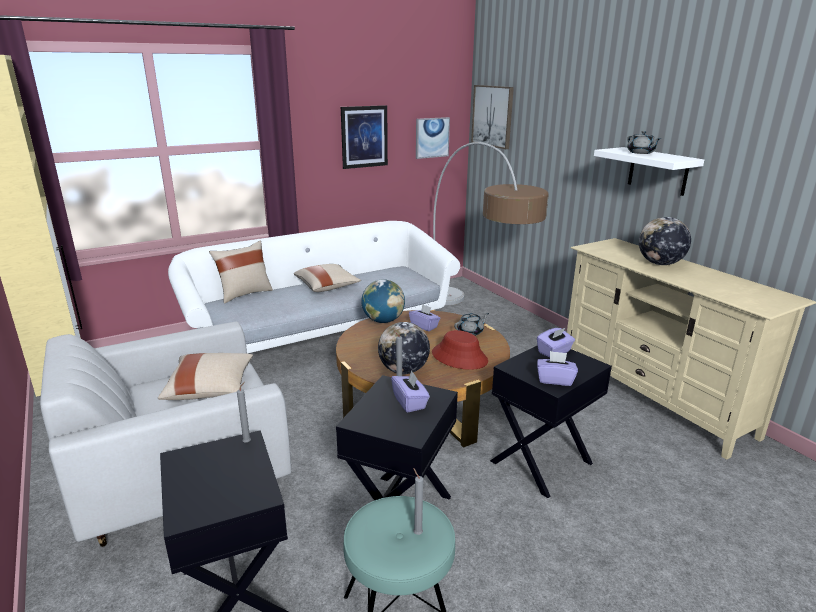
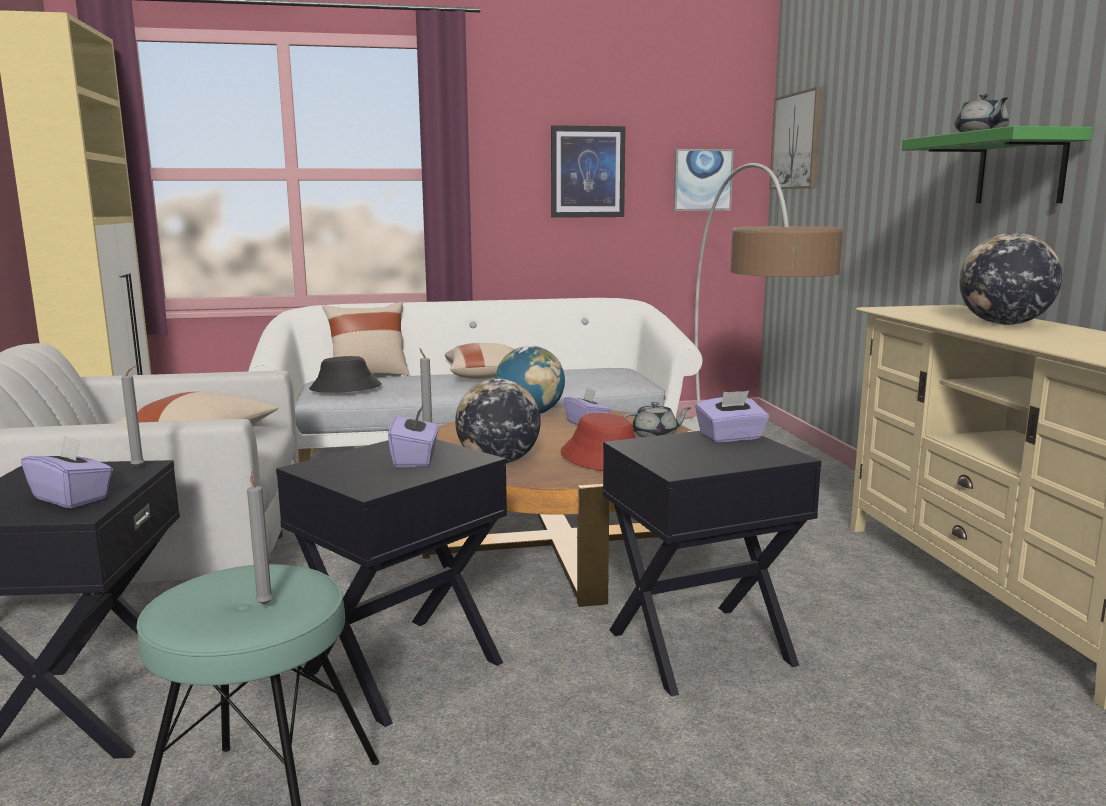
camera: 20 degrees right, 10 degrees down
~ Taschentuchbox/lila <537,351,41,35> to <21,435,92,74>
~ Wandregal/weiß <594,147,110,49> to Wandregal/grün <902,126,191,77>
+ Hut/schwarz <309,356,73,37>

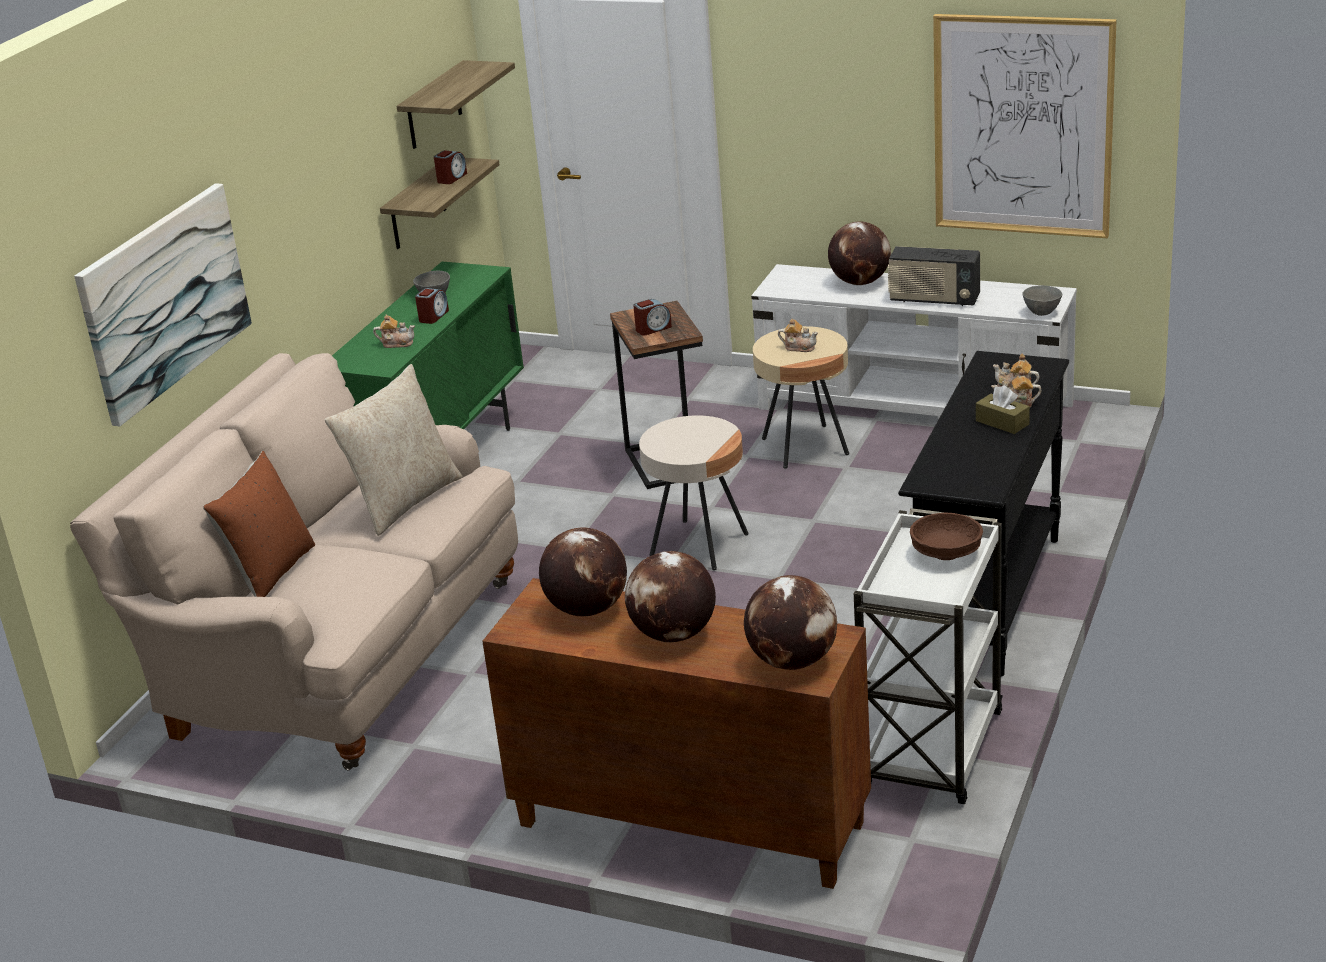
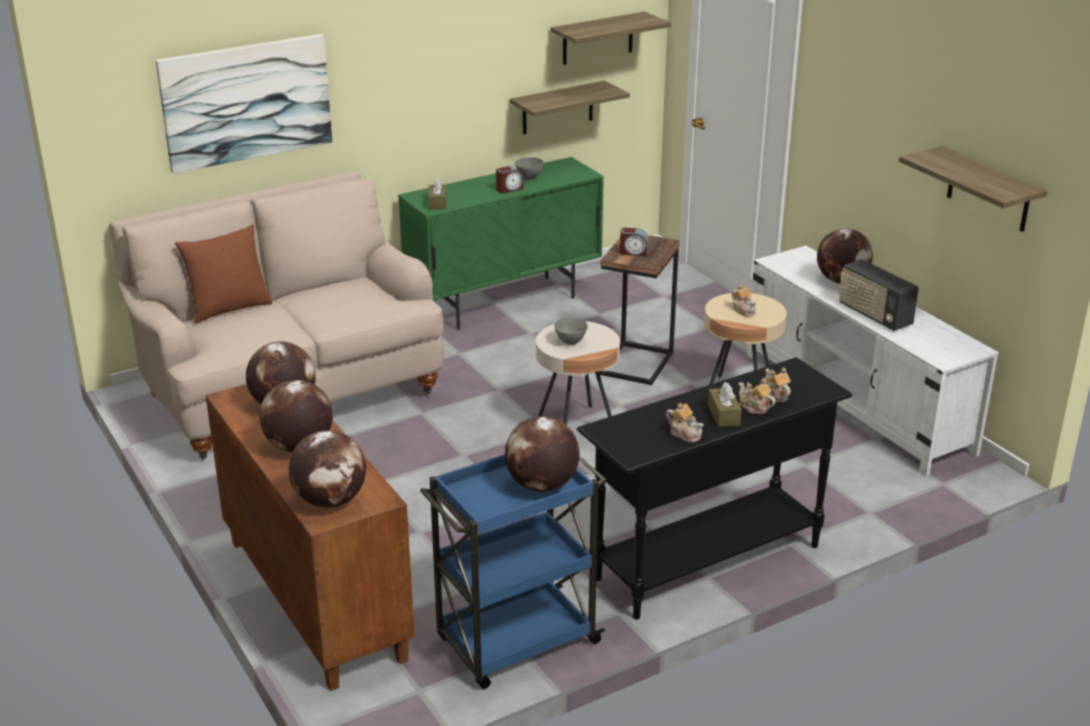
camera: 35 degrees right, 0 degrees up
- Kissen/beige <325,364,137,172>
~ Teekanne <373,314,42,34> to <666,403,38,39>
- Wecker <434,150,33,34>
~ Rollwagen/weiß <854,508,149,296> to Rollwagen/blau <420,454,187,235>
~ Schüssel/braun <910,512,73,48> to Globus <505,416,75,76>
~ Bild <933,14,184,224> to Wandregal <899,146,148,86>
~ Schüssel/grau <1022,285,40,31> to <554,317,34,28>
+ Taschentuchbox/braun <429,178,17,32>

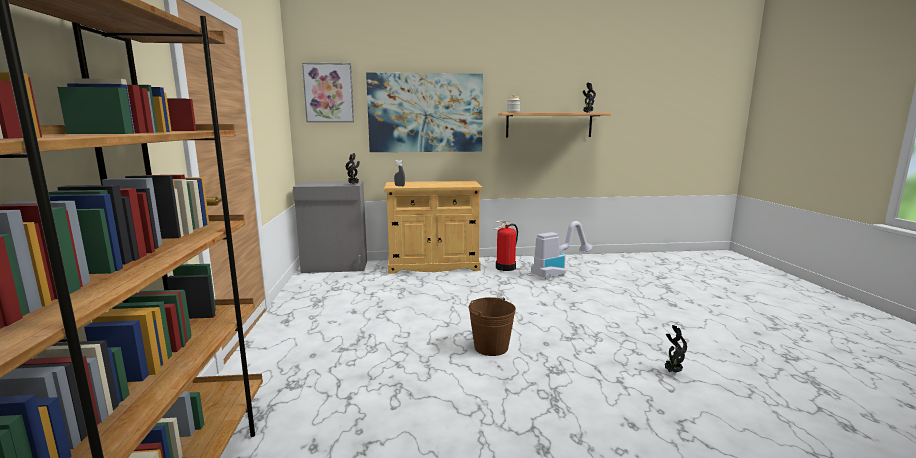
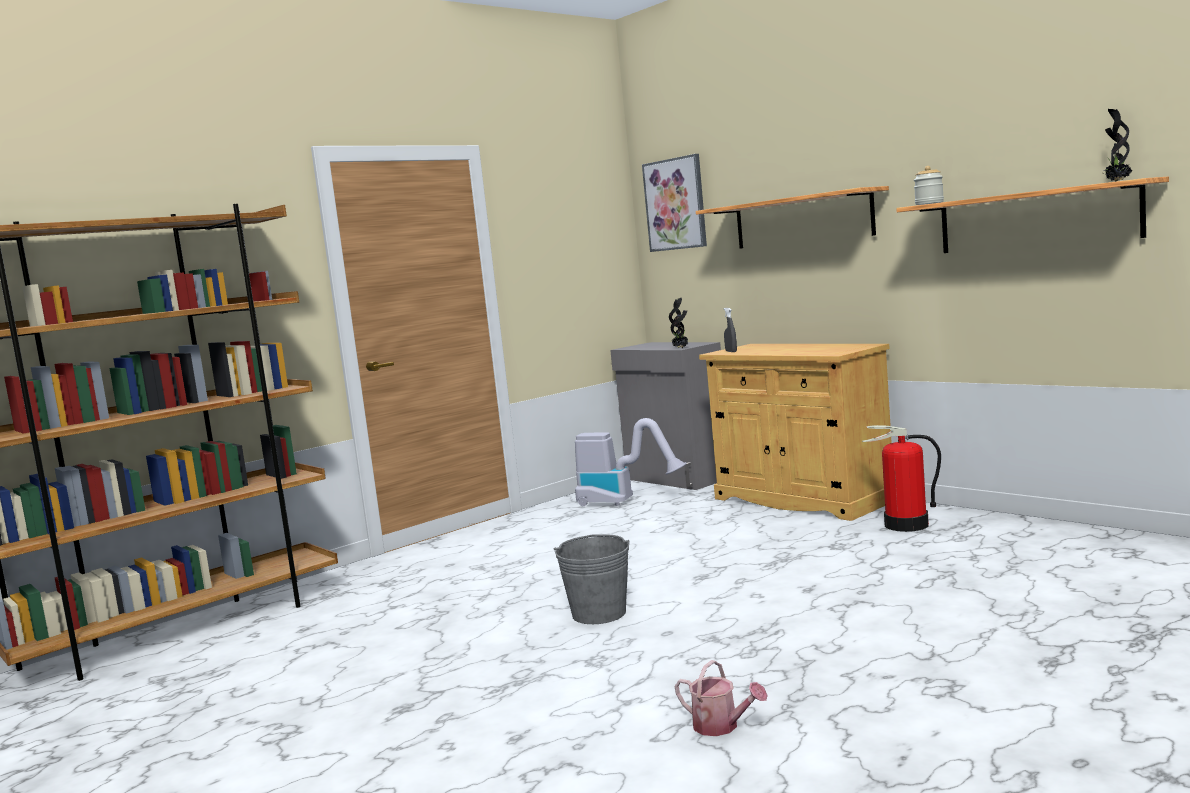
camera: 55 degrees right, 5 degrees down
~ Bild <366,73,117,79> to Wandregal <696,186,193,63>
~ Eimer/braun <469,297,47,59> to Eimer/grau <554,534,76,90>
~ Staubsauger <531,221,61,59> to <575,418,112,88>
~ Topfpflanze <665,325,22,48> to Gießkanne <675,660,93,76>

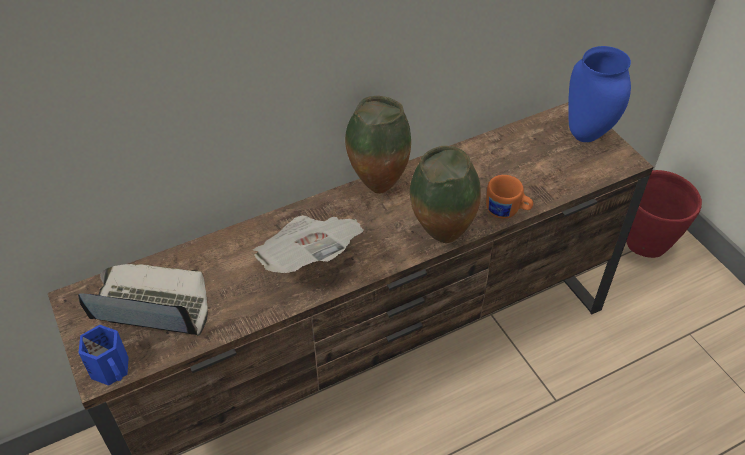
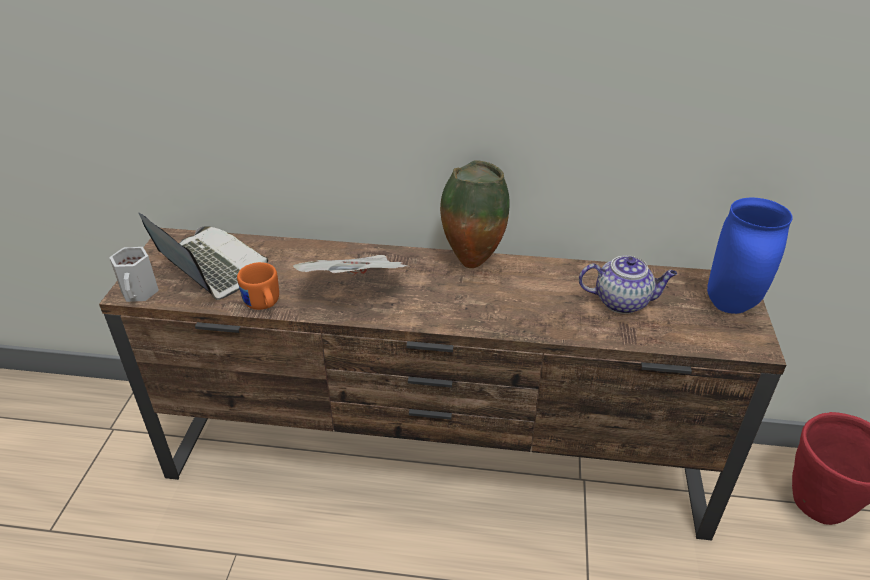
camera: 35 degrees right, 10 degrees down
~ Henkelbecher/blau <78,325,51,61> to Henkelbecher/weiß <109,247,50,55>
- Vase <410,146,71,97>
~ Henkelbecher/orange <486,175,47,43> to <237,262,42,48>
+ Teekanne <579,255,98,59>

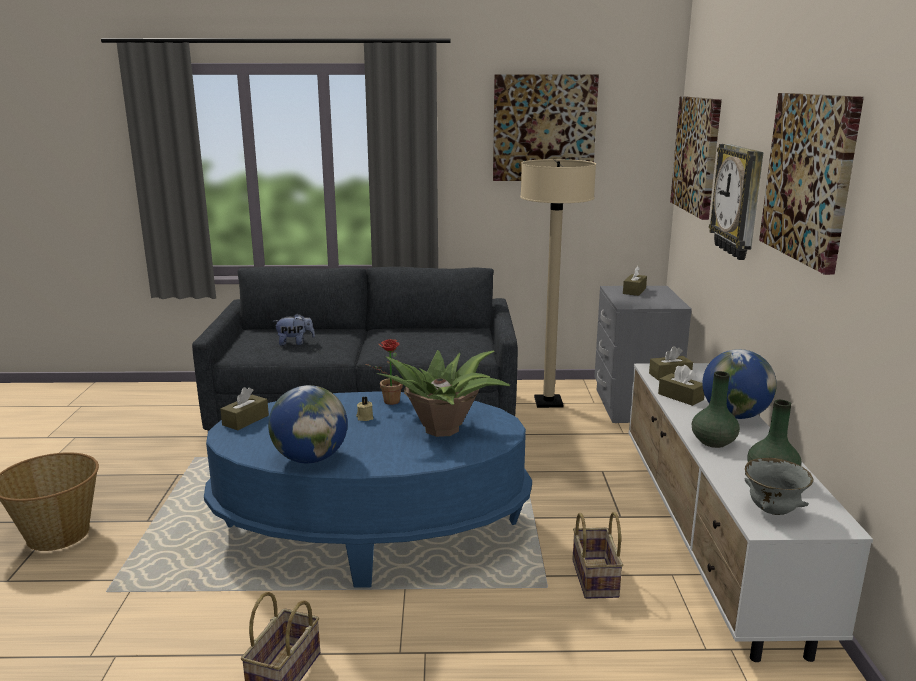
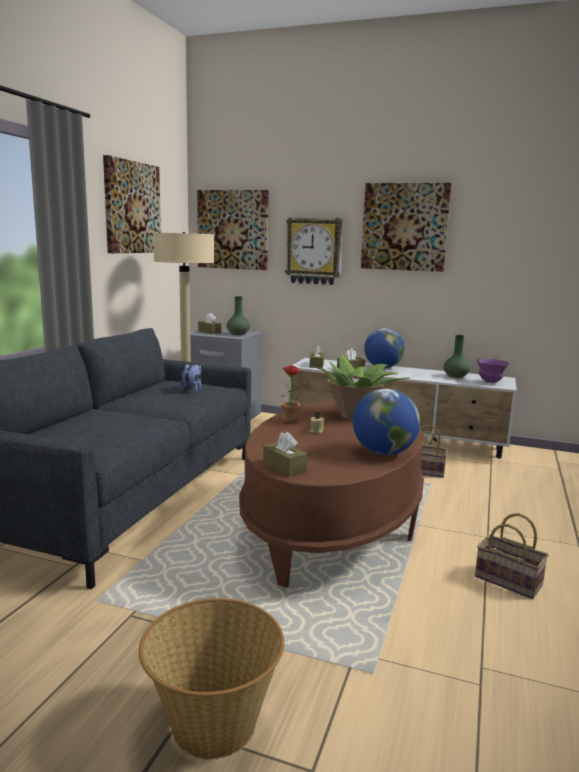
camera: 70 degrees left, 5 degrees down
~ Couchtisch/blau <204,391,328,197> to Couchtisch/braun <239,400,185,188>
~ Plüschtier <273,313,42,33> to <180,364,22,29>
~ Vase/grün <692,371,48,77> to <227,296,23,39>
~ Schüssel/grau <745,458,69,57> to Schüssel/lila <477,359,32,24>

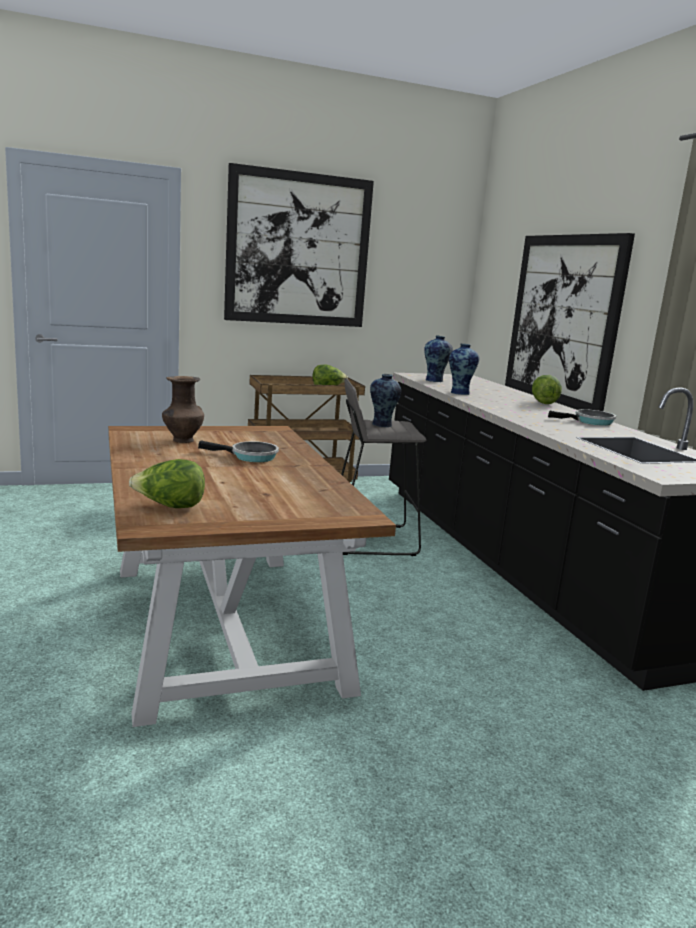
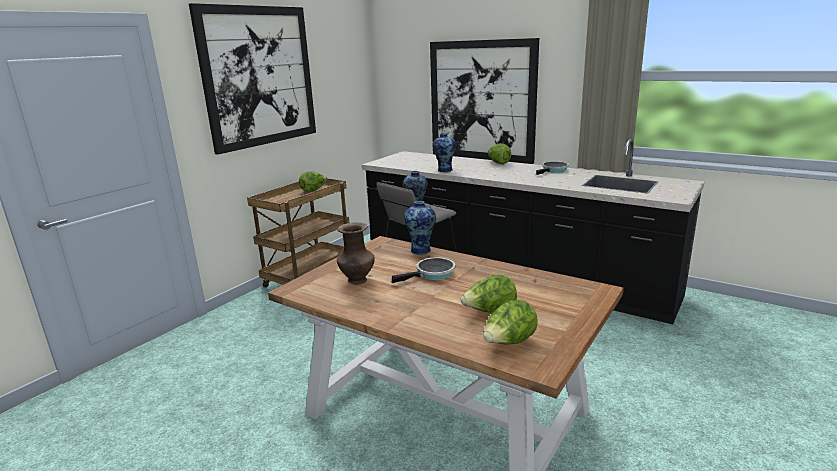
camera: 35 degrees left, 5 degrees up
~ Vase <424,336,29,46> to <404,201,32,54>
+ Salatkopf <461,275,56,38>

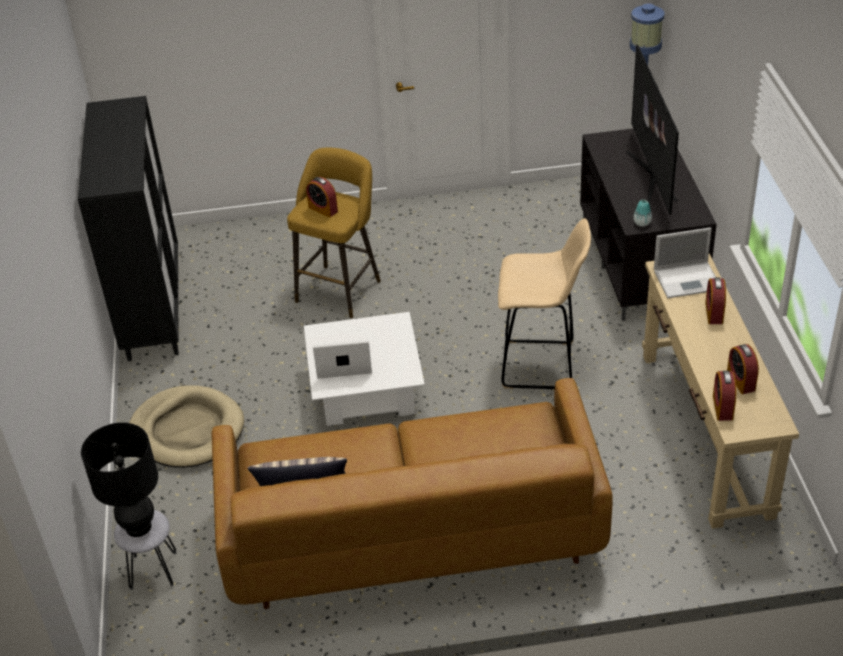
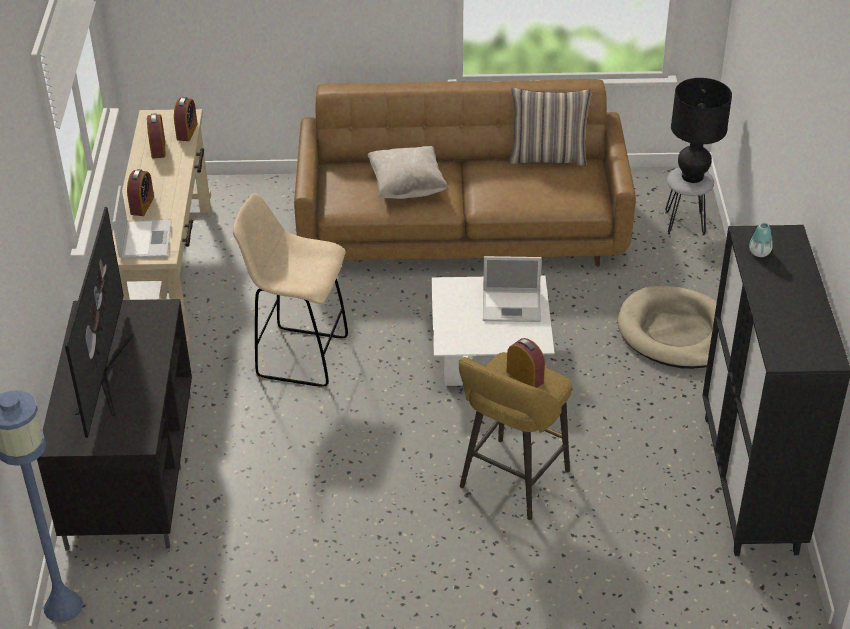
camera: 175 degrees left, 0 degrees up
~ Vase <634,200,18,27> to <749,223,24,34>
~ Laptop <654,227,62,71> = <113,186,59,73> 90 degrees clockwise
+ Kissen/beige <367,146,81,53>

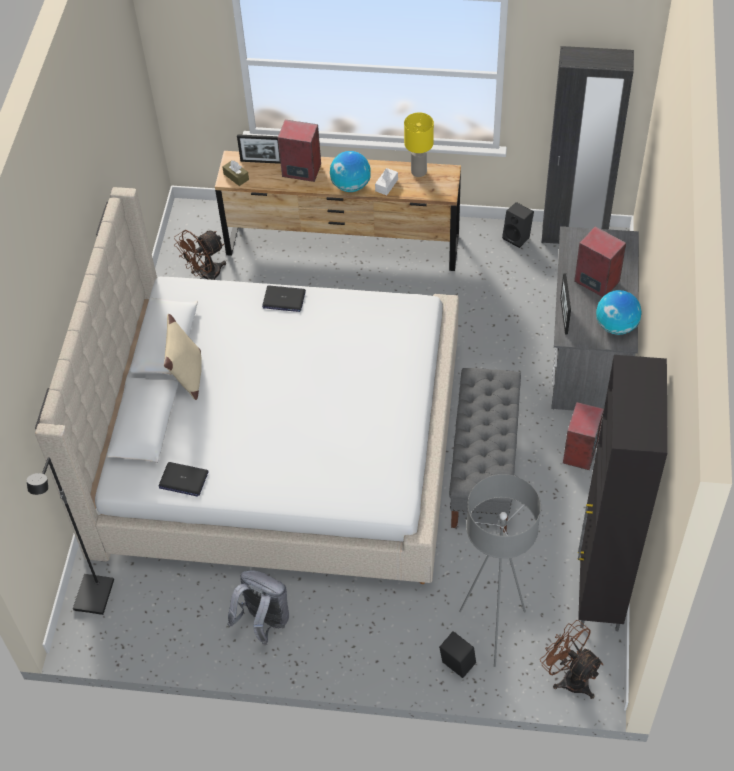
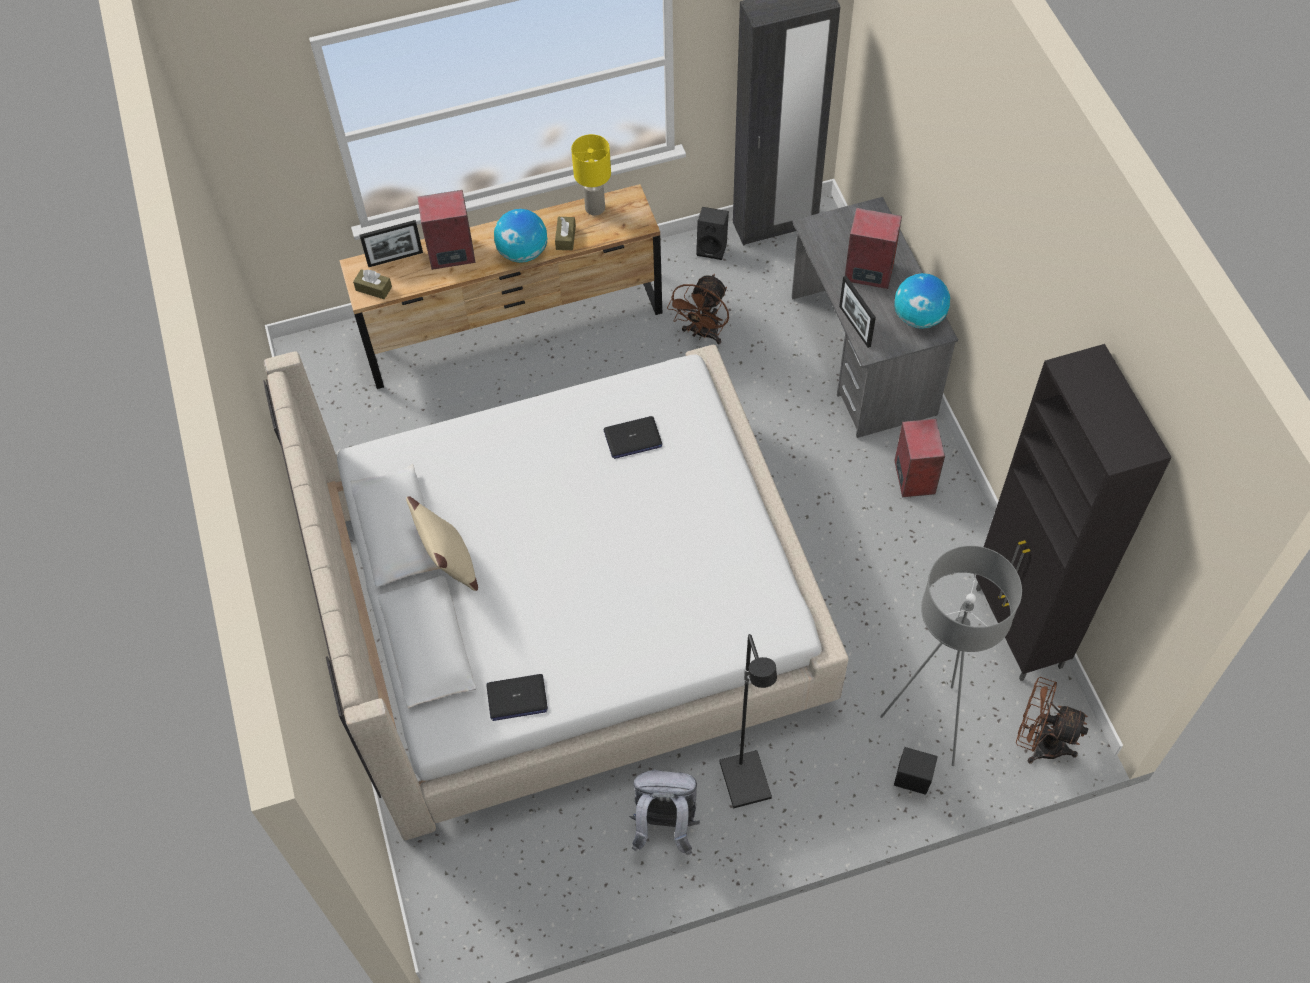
camera: 25 degrees left, 5 degrees up
~ Stehlampe/schwarz <26,457,88,158> to <719,634,58,174>
~ Ventilator/braun <174,230,52,50> to <667,274,62,70>
~ Laptop <262,285,44,27> to <603,416,59,43>
~ Taschentuchbox/weiß <375,168,23,27> to Taschentuchbox/braun <555,217,21,33>
- Bank/grau <449,368,72,164>

